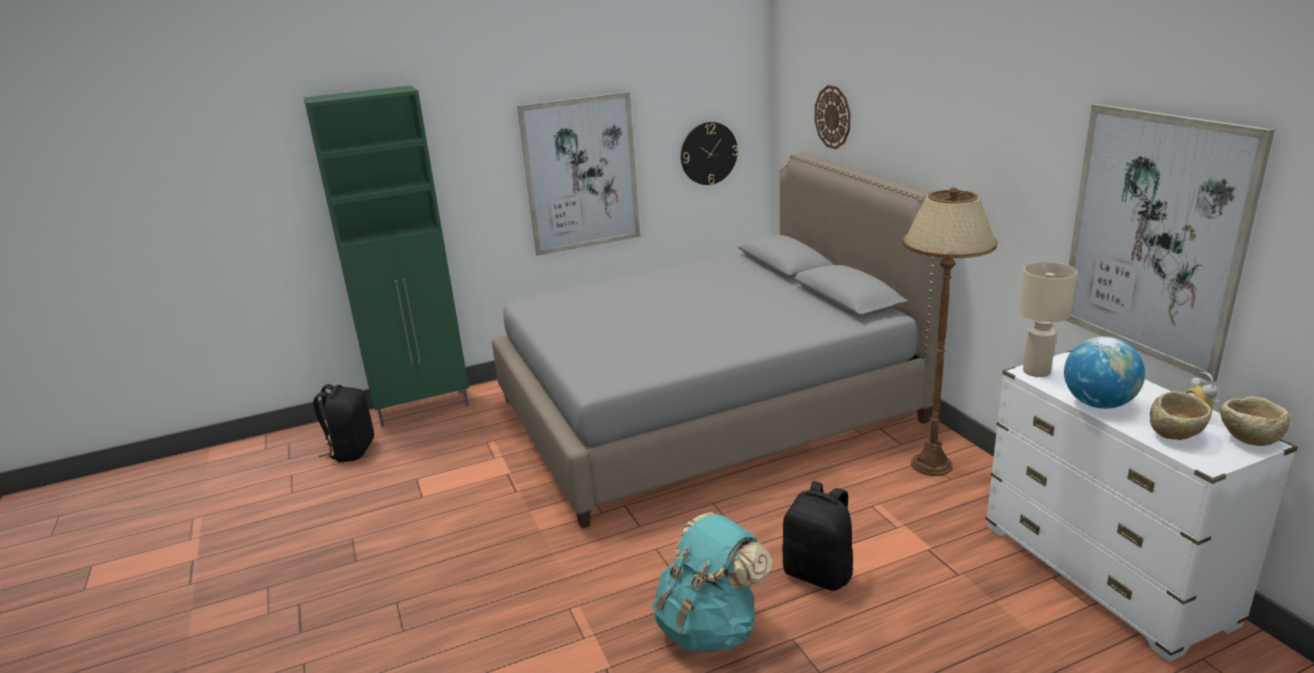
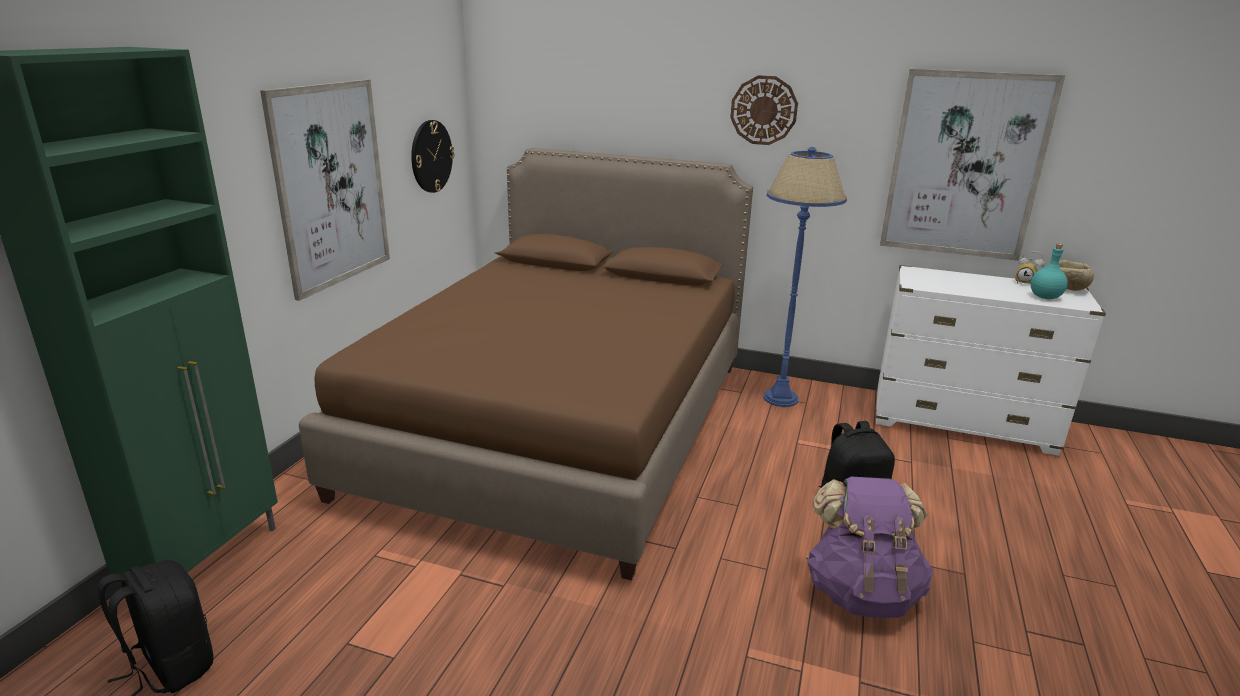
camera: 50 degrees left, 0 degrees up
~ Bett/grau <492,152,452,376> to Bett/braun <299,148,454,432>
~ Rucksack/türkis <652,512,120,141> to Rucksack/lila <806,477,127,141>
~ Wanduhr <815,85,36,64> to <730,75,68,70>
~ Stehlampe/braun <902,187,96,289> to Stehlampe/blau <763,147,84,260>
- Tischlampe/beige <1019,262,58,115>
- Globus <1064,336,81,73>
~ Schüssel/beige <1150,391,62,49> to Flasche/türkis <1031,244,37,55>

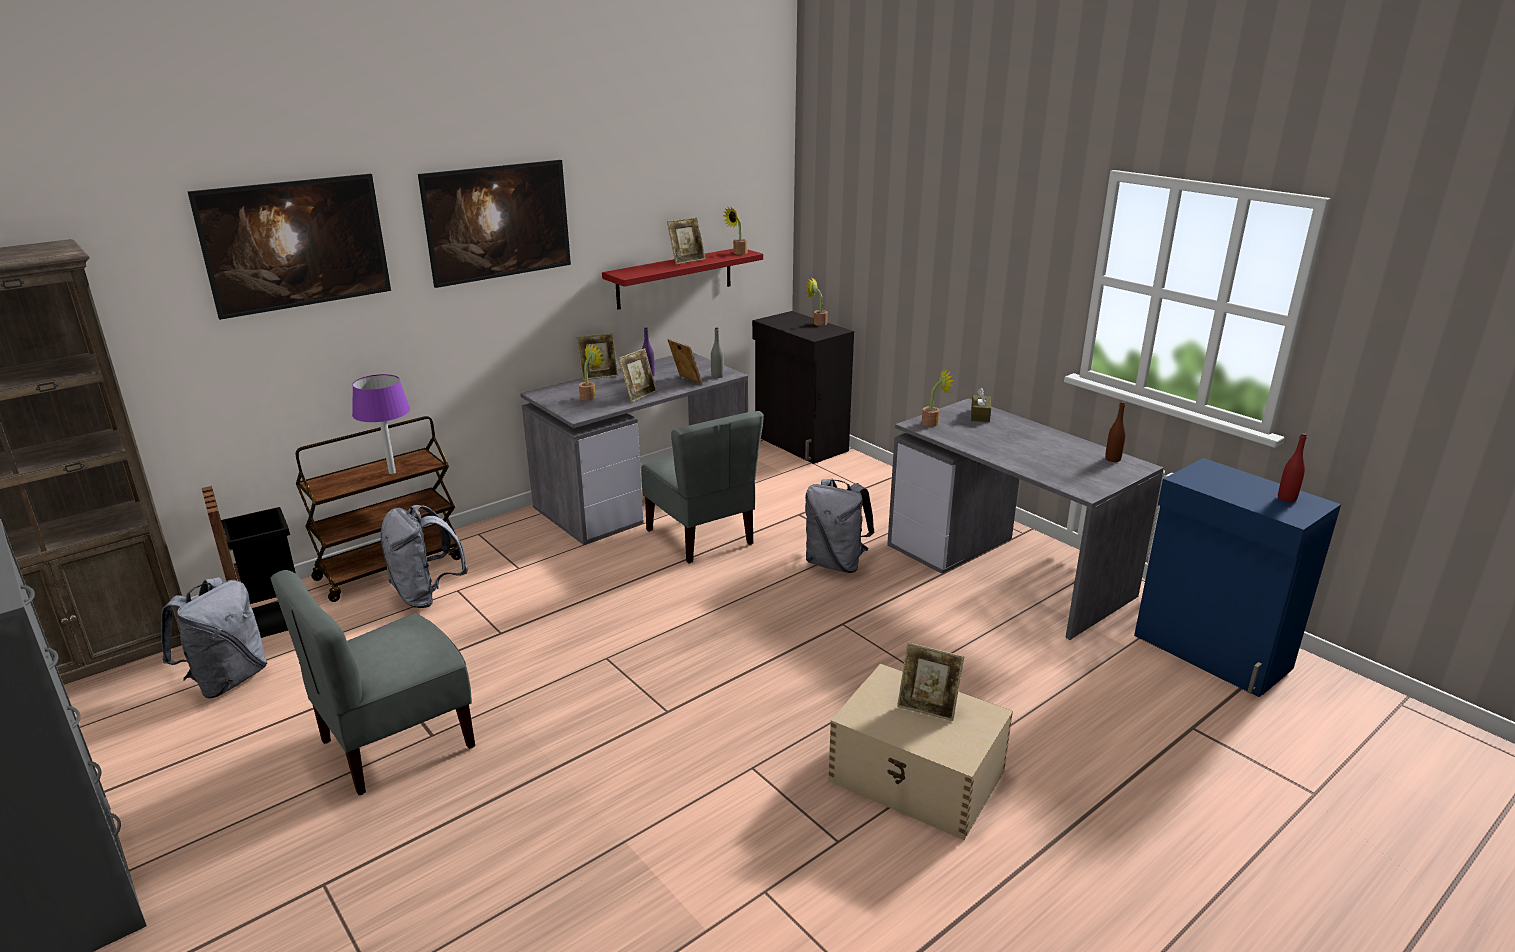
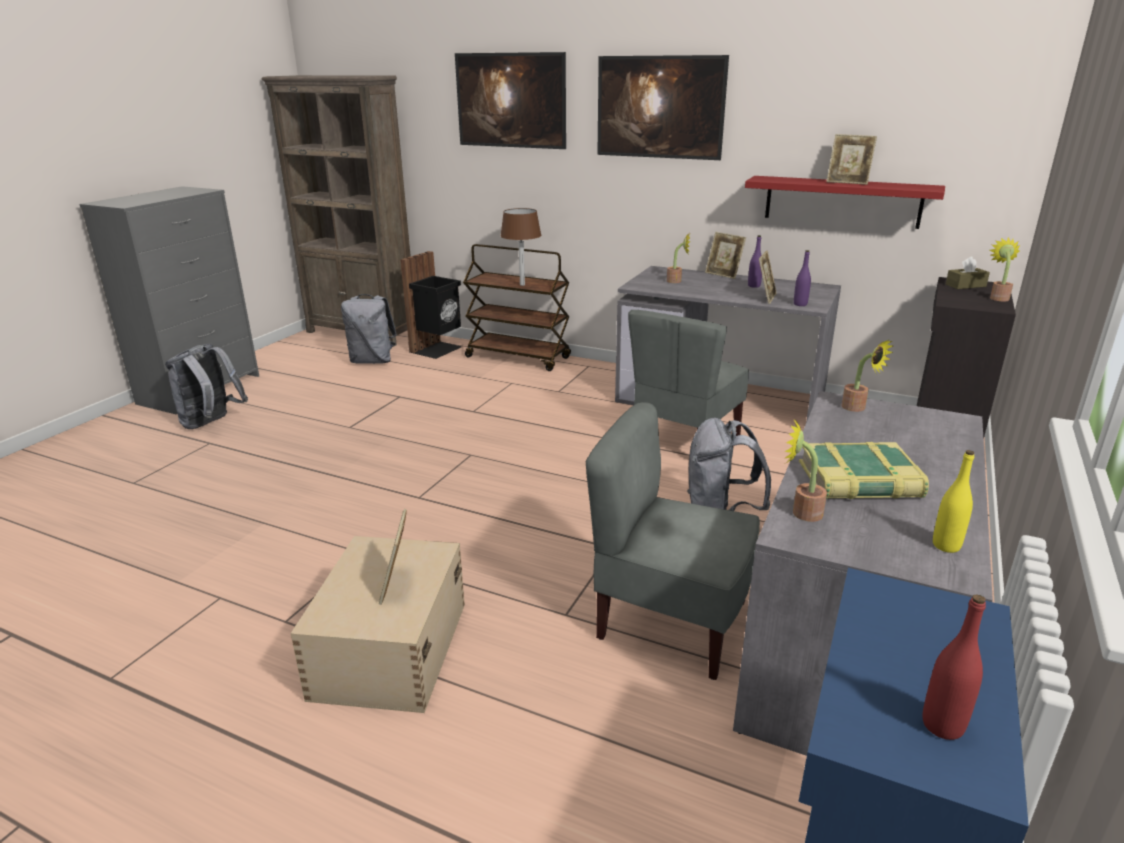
camera: 65 degrees right, 0 degrees up
~ Stuhl/grau <270,570,205,225> to <586,402,174,278>
~ Tischlampe/lila <352,374,58,100> to Tischlampe/braun <500,208,41,78>
~ Rucksack/grau <381,505,87,103> to <165,344,83,85>
- Bilderrahmen <618,348,39,55>
~ Flasche/grau <711,328,13,50> to Flasche/lila <794,250,17,56>
~ Topfpflanze <723,206,24,49> to <784,419,43,103>
~ Taschentuchbox/braun <971,388,20,34> to <946,256,44,33>
~ Flasche/braun <1105,402,21,60> to Flasche/gelb <933,450,41,103>
+ Buch <799,442,130,57>

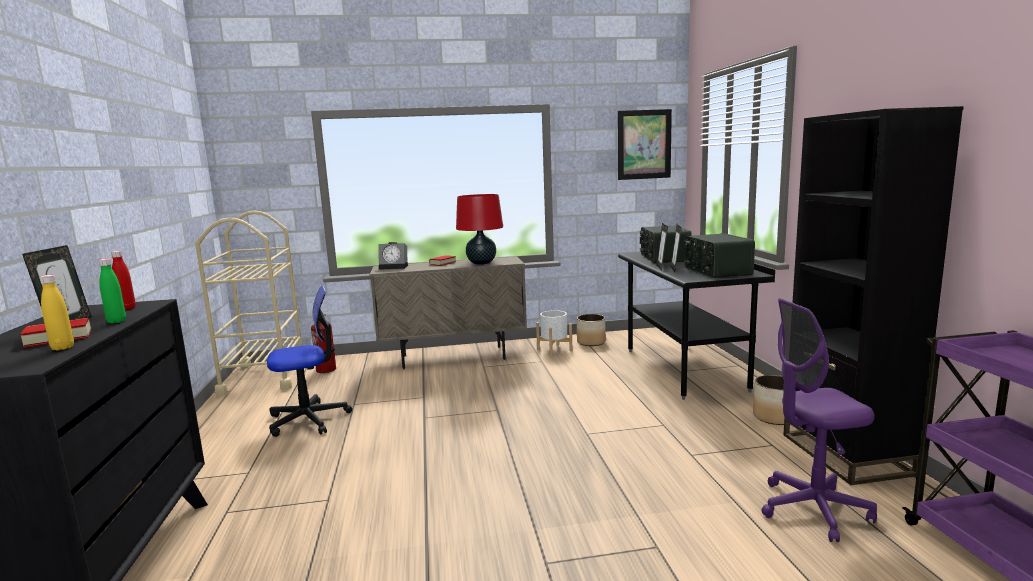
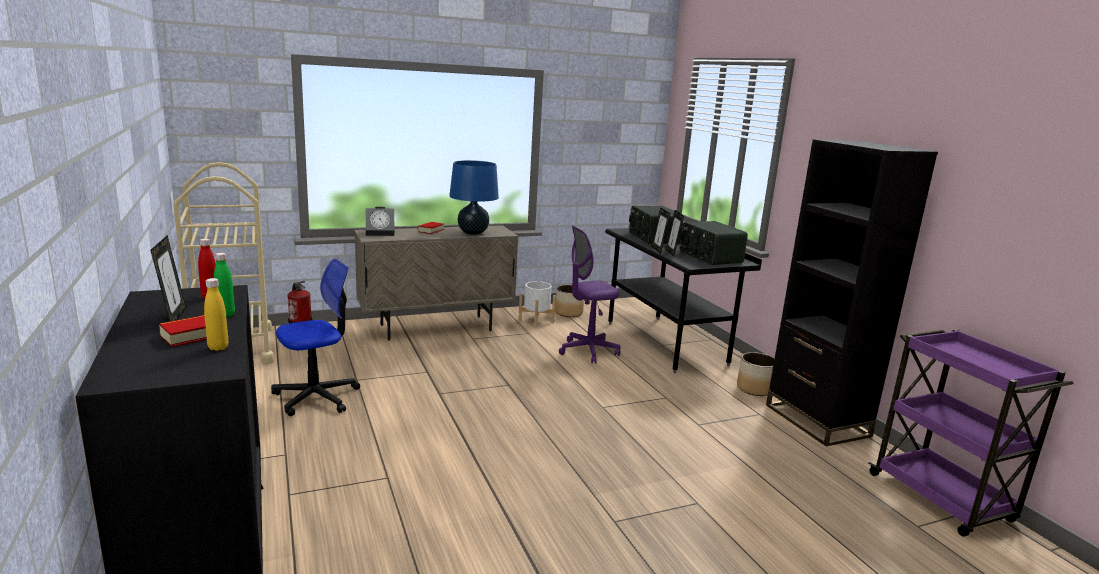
camera: 15 degrees left, 5 degrees up
~ Tischlampe/rot <456,194,47,71> to Tischlampe/blau <449,160,50,75>
- Bild <618,109,54,71>
~ Bürostuhl/lila <762,298,115,244> to <559,226,62,138>

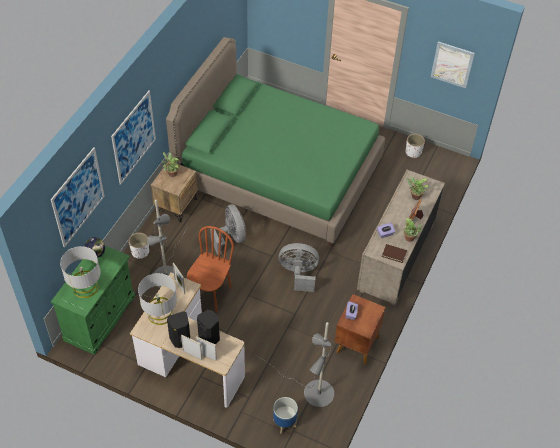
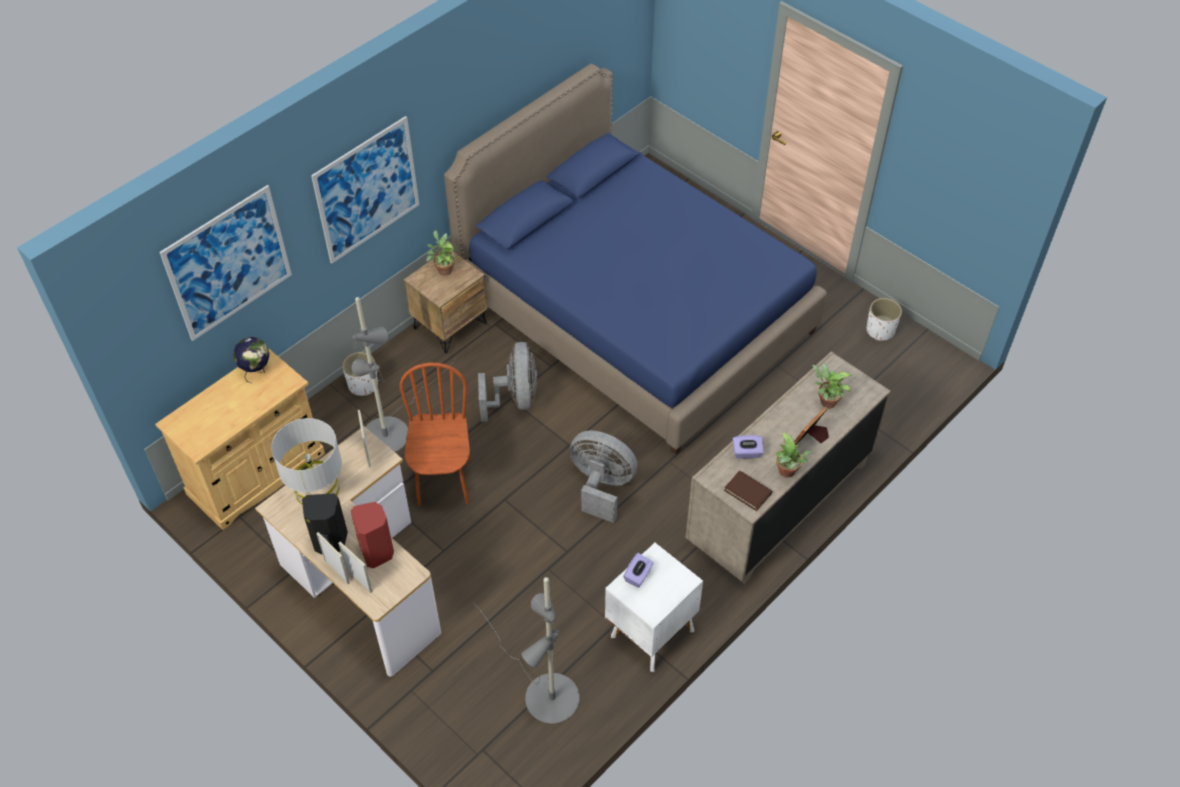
camera: 20 degrees right, 0 degrees up
~ Schrank/grün <51,246,84,109> to Schrank/beige <155,348,170,182>
- Tischlampe/grau <60,246,40,52>
~ Bett/grün <166,37,219,210> to Bett/blau <444,64,383,391>
~ Stuhl/braun <187,226,47,86> = <400,362,71,144> 45 degrees counterclockwise
~ Lautsprecher/schwarz <197,310,23,34> to Lautsprecher/rot <351,502,43,67>
- Pflanzkübel <273,397,25,37>
~ Nachttisch/braun <335,294,51,71> to Nachttisch/weiß <605,543,98,129>
- Bild <431,41,44,47>

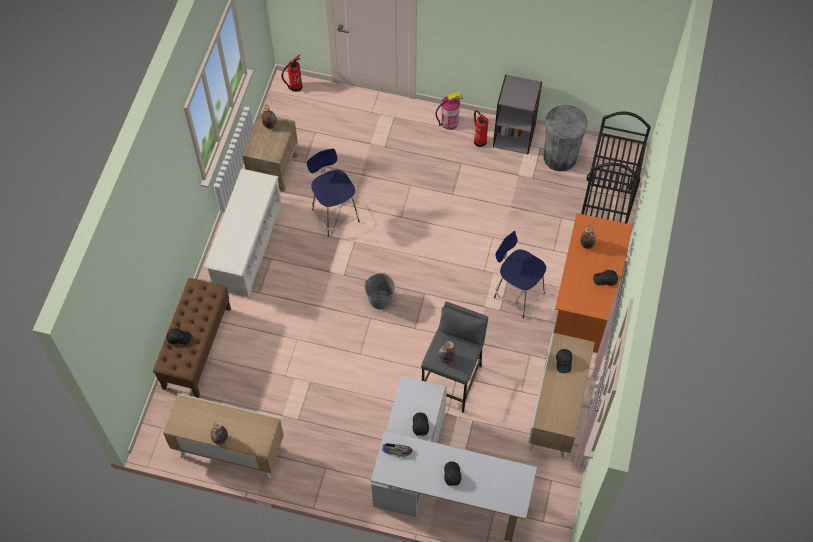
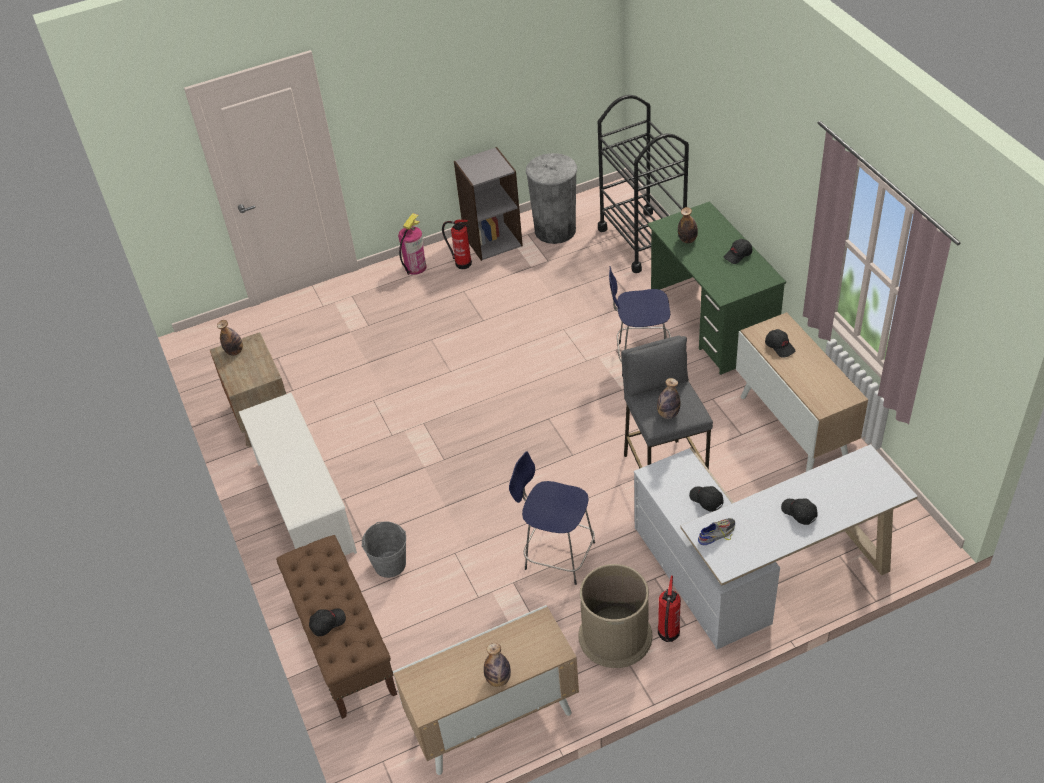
camera: 35 degrees left, 15 degrees down
~ Feuerlöscher <281,54,21,38> to <658,576,23,66>
~ Hocker/blau <307,148,53,89> to <509,452,86,133>
~ Eimer/grau <365,273,30,36> to <361,521,45,57>
~ Schreibtisch/orange <554,213,78,140> to Schreibtisch/grün <647,201,139,174>
+ Mülleimer/braun <578,564,75,104>

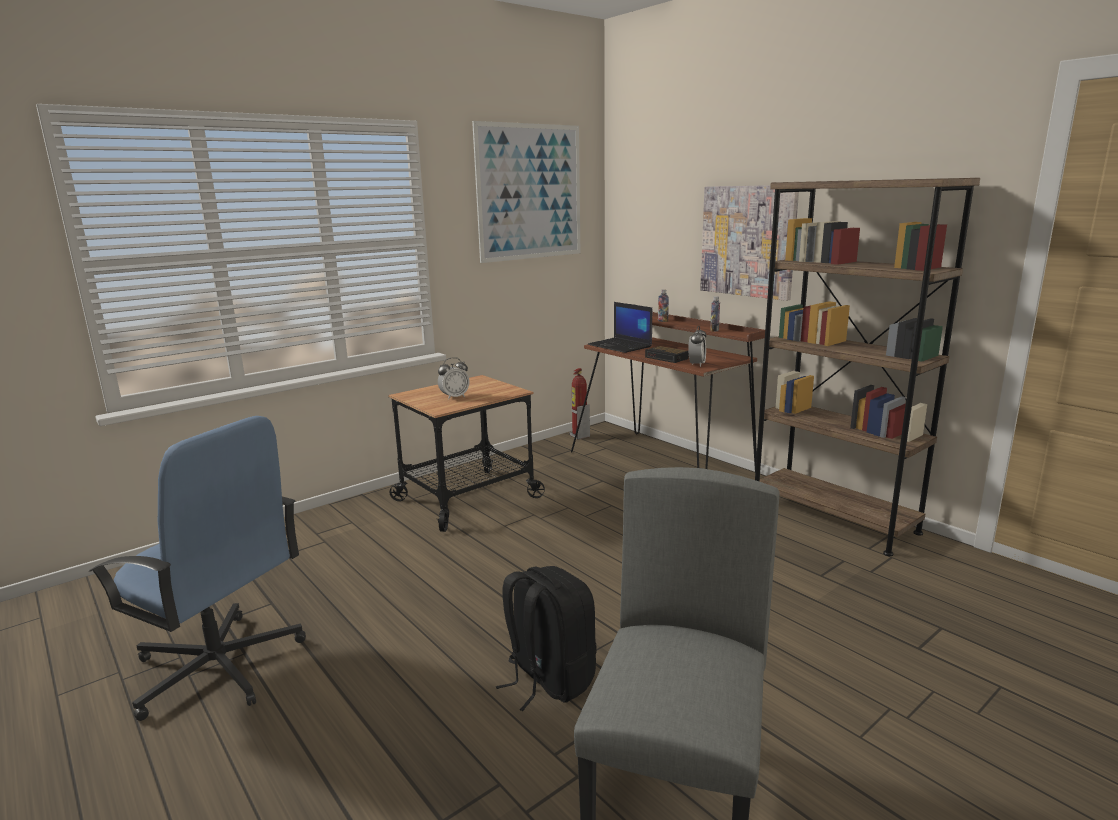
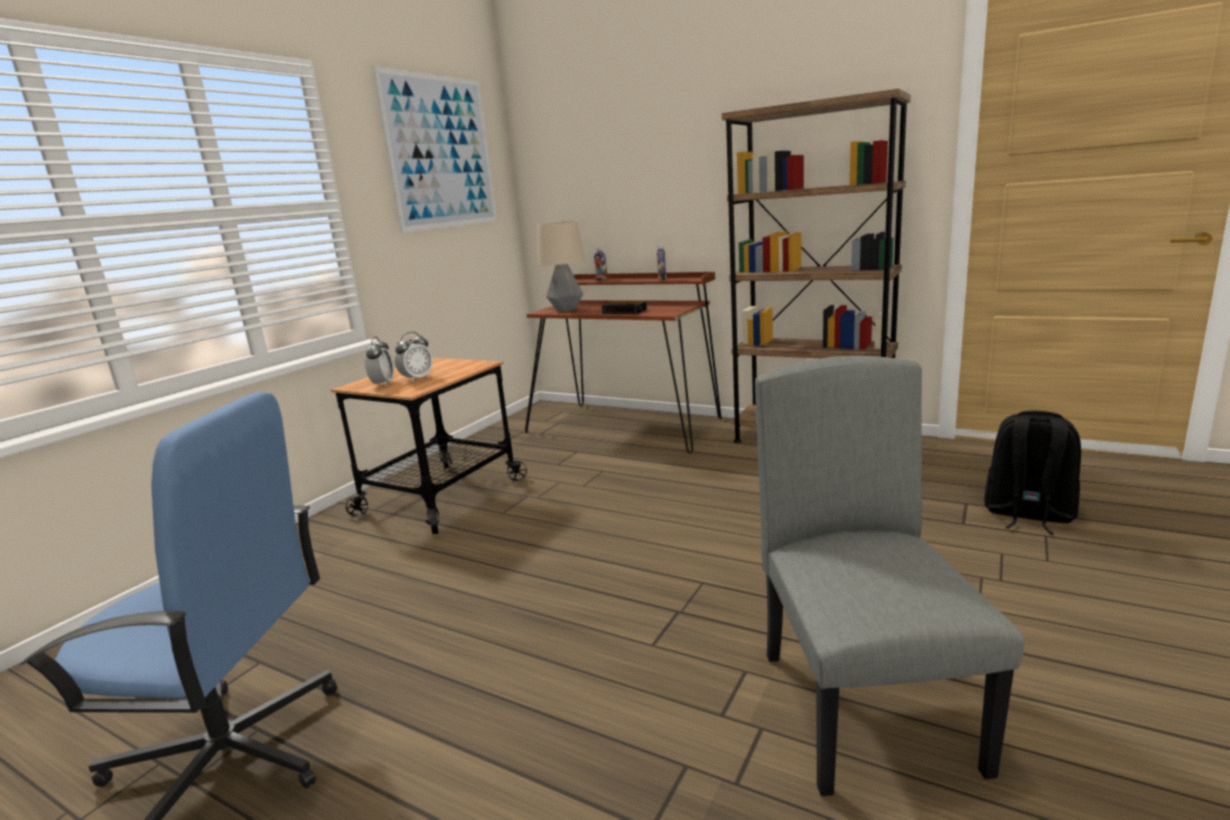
camera: 20 degrees left, 0 degrees up
~ Rucksack/schwarz <496,566,101,145> to <984,411,97,124>
- Feuerlöscher <569,368,21,72>
~ Laptop <588,302,64,51> to Tischlampe <537,221,48,90>
~ Wecker <689,326,17,41> to <365,337,29,50>
- Bild <700,185,99,116>

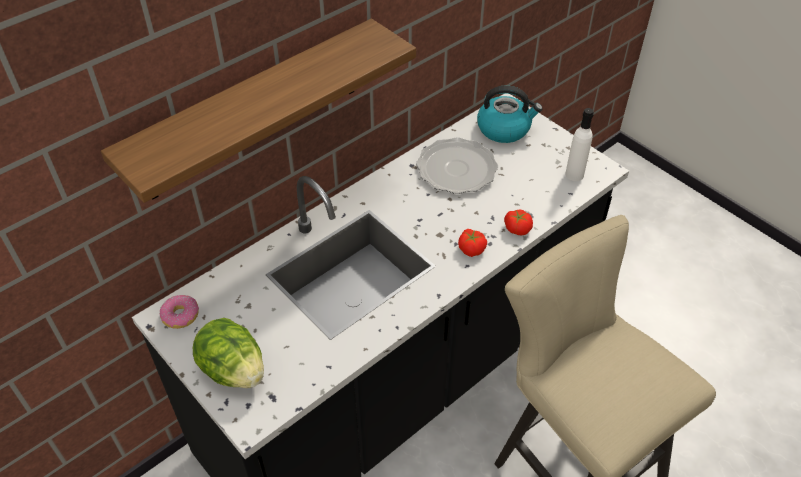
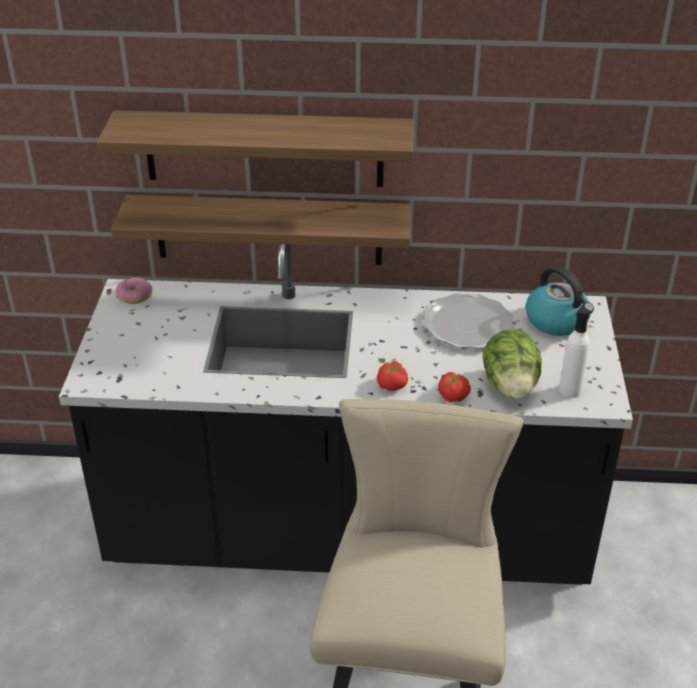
camera: 45 degrees right, 10 degrees down
~ Salatkopf <193,318,71,70> to <483,329,59,70>
+ Wandregal <111,195,300,70>

